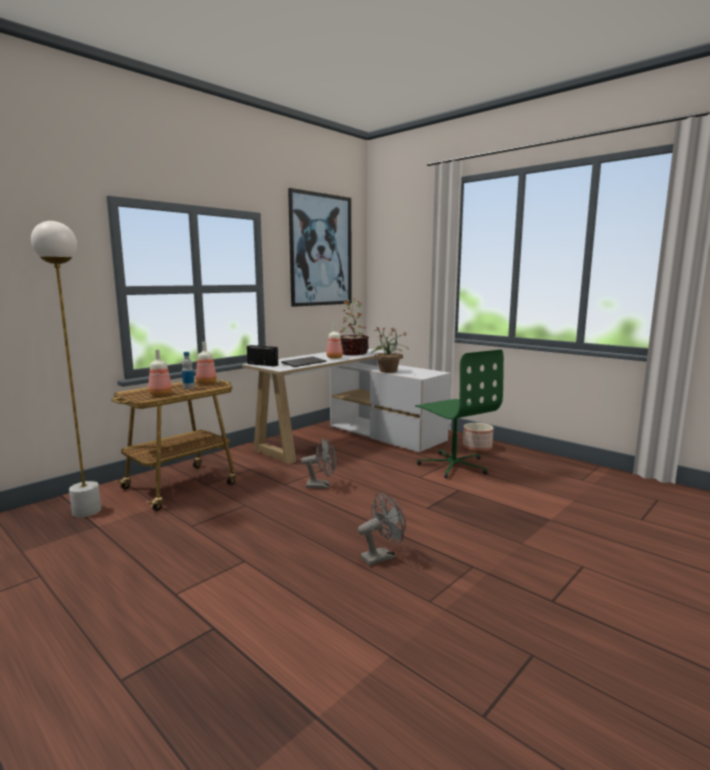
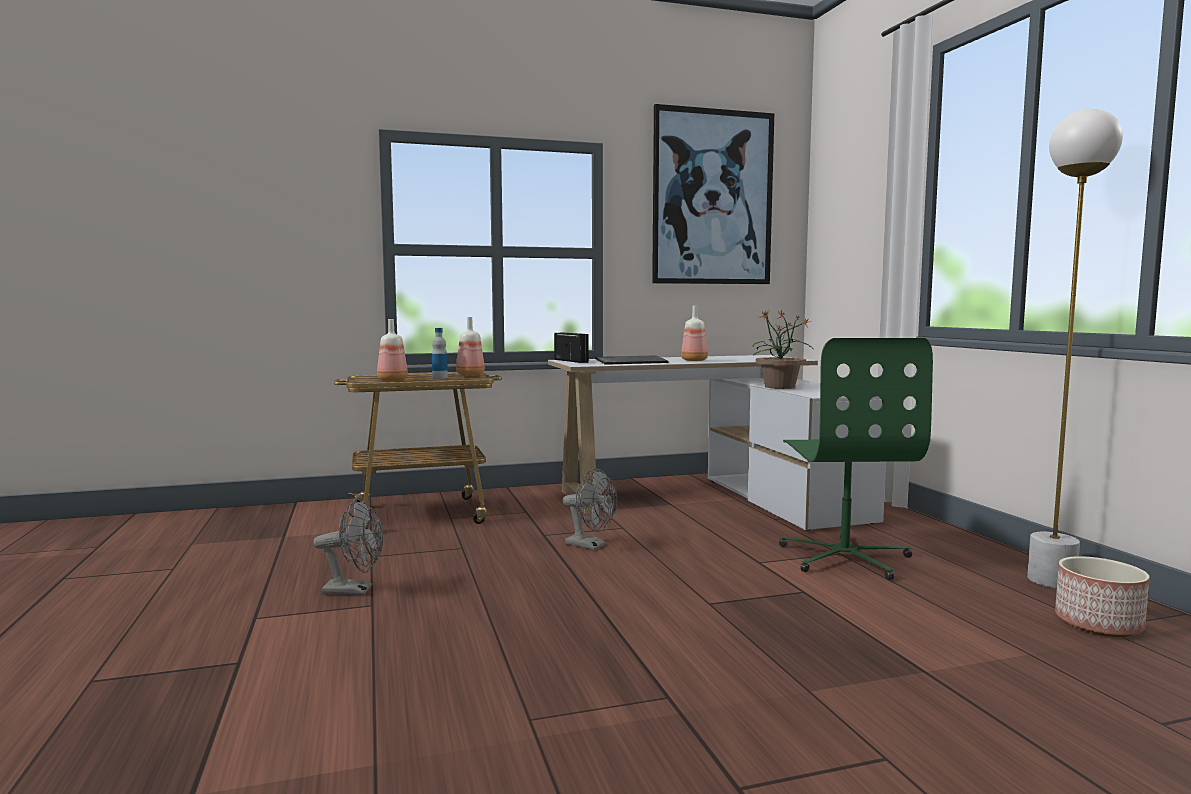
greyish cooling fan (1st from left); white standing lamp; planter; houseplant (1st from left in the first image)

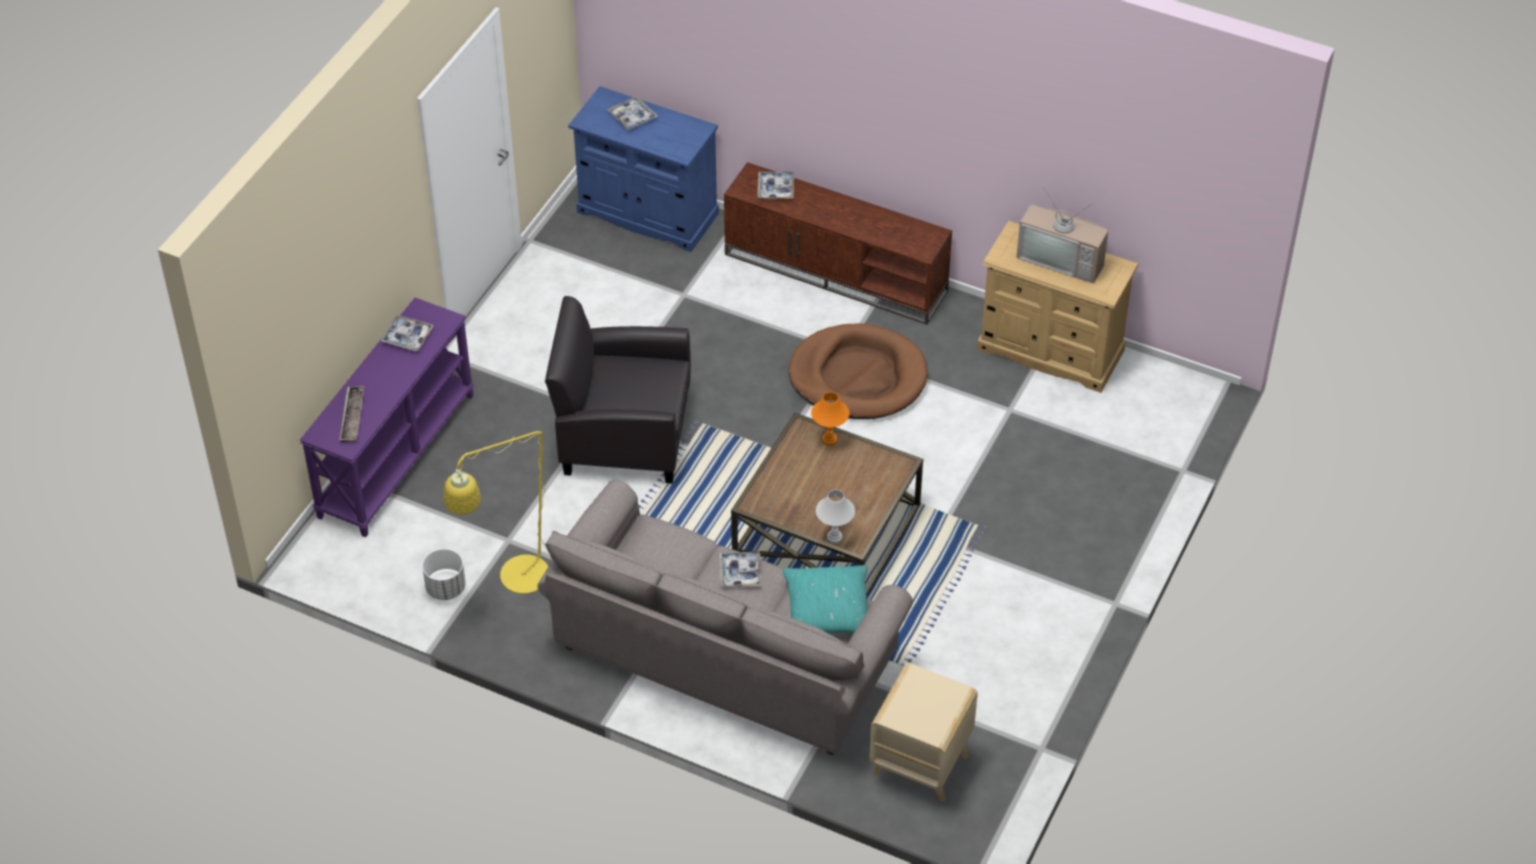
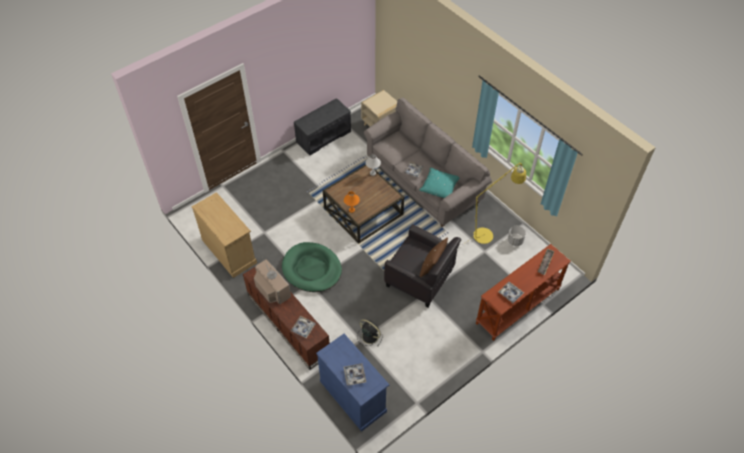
TV; greenish dog bed; greyish bench; black-coloured cooling fan; turquoise throw pillow; brown throw pillow; brown hall table

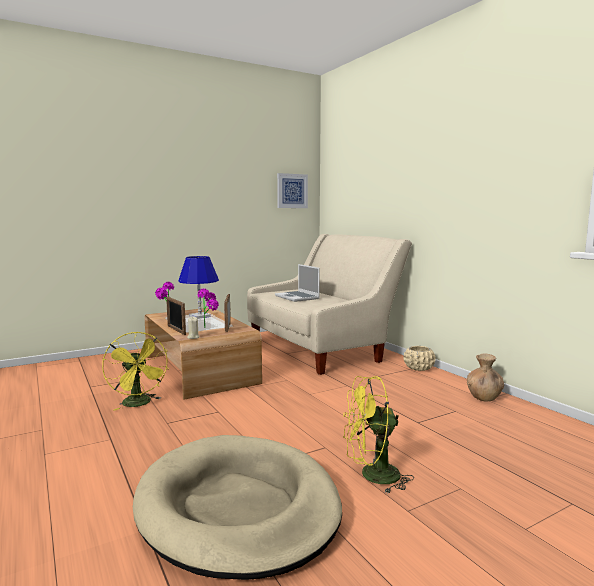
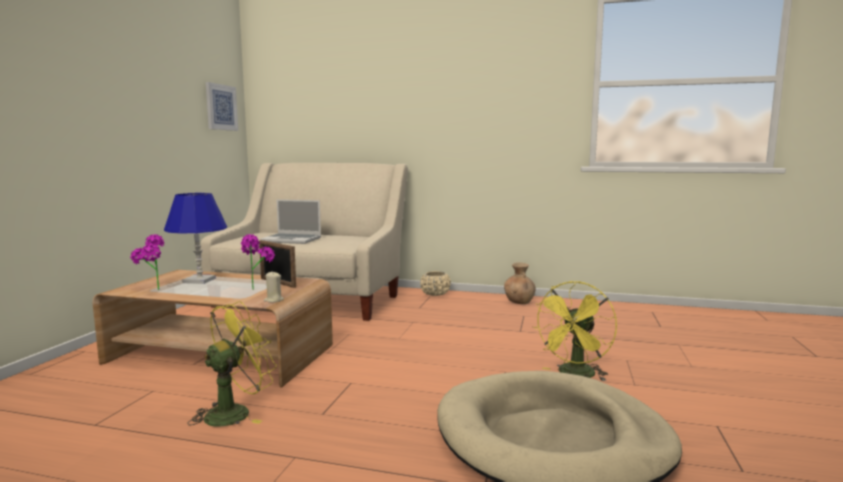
yellow-coloured cooling fan (1st from left); picture frame (1st from left in the first image)

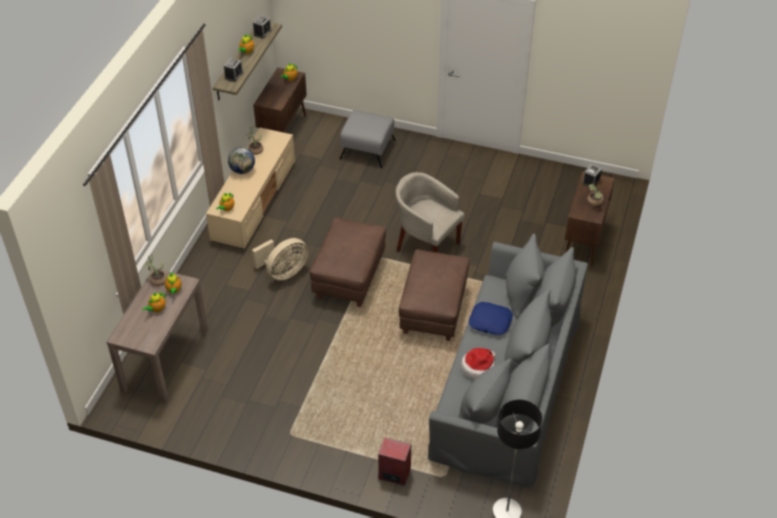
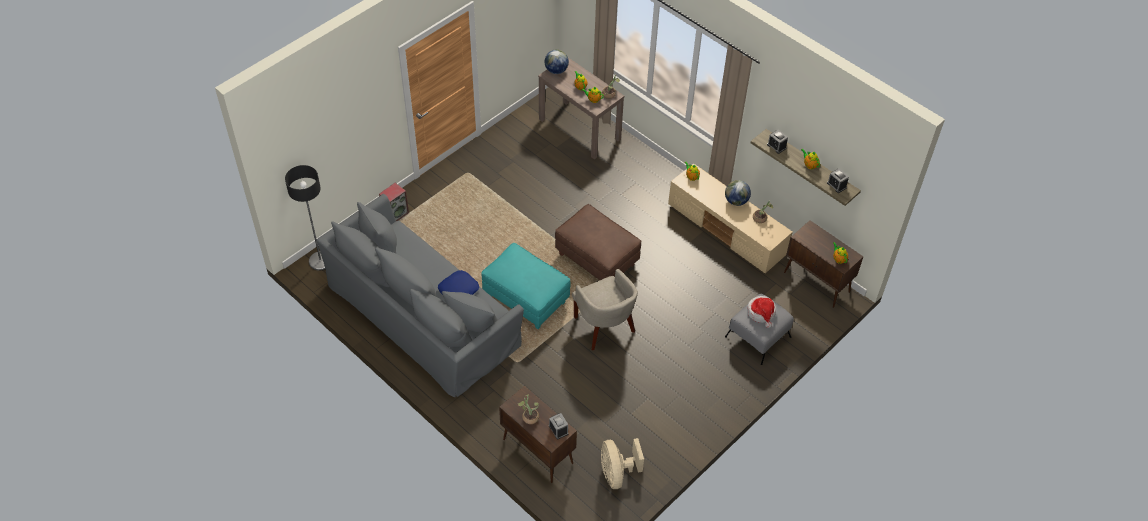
turquoise footrest; desk globe (1st from left); sand-coloured armchair; sand-coloured cooling fan; hat

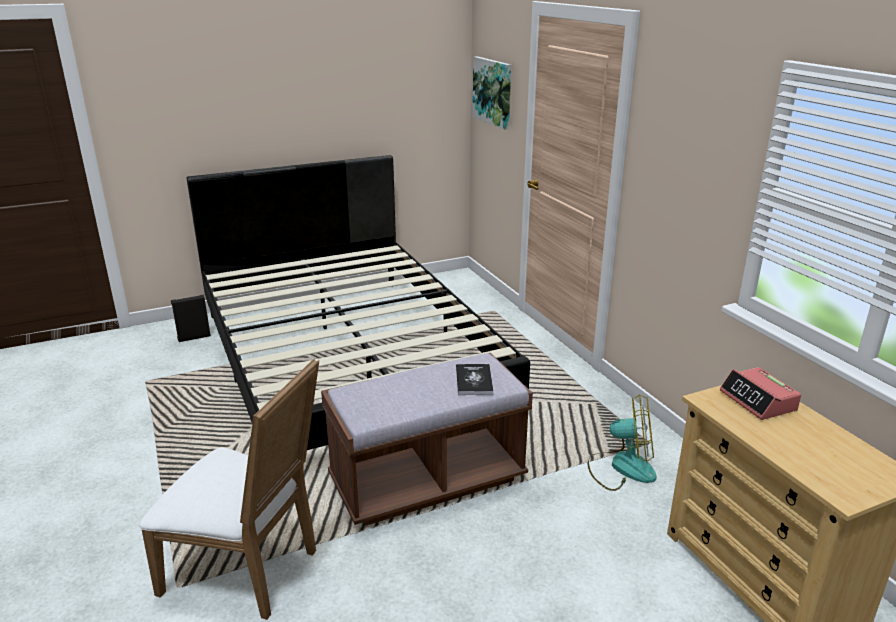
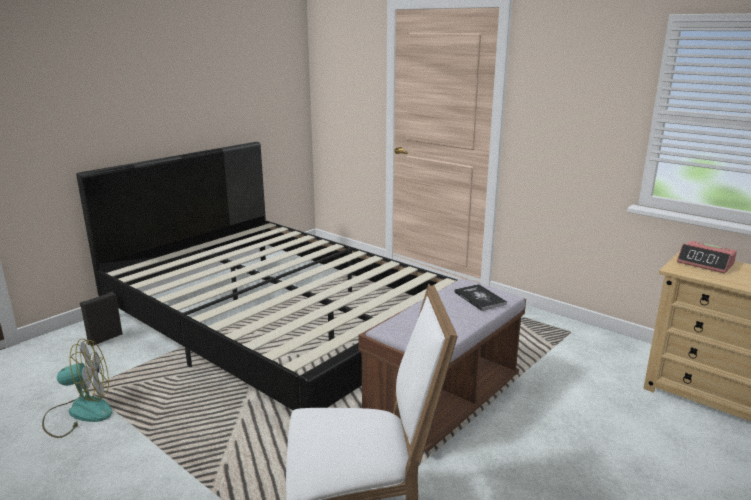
cooling fan; wall art

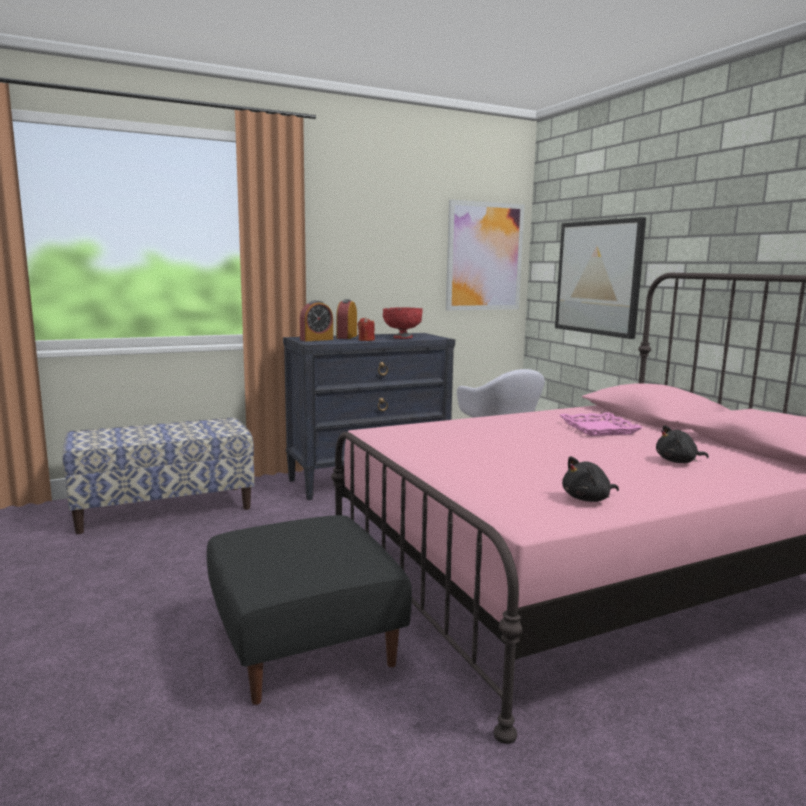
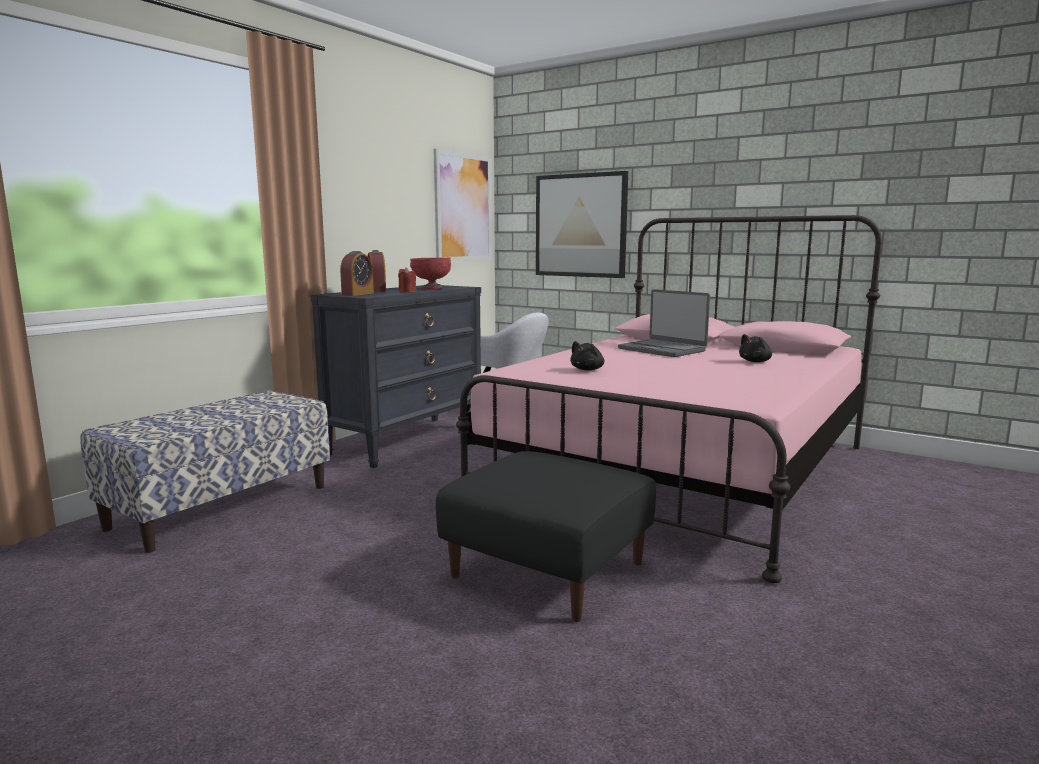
black-coloured cuddly toy (1st from left); notebook computer

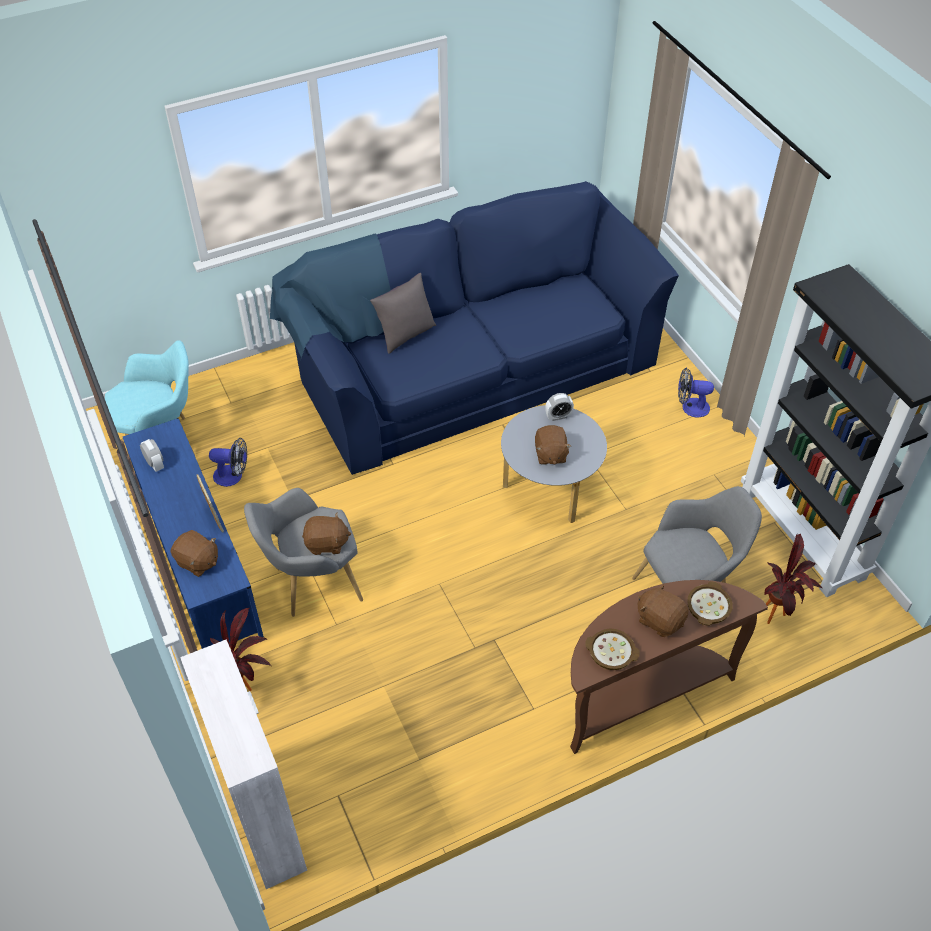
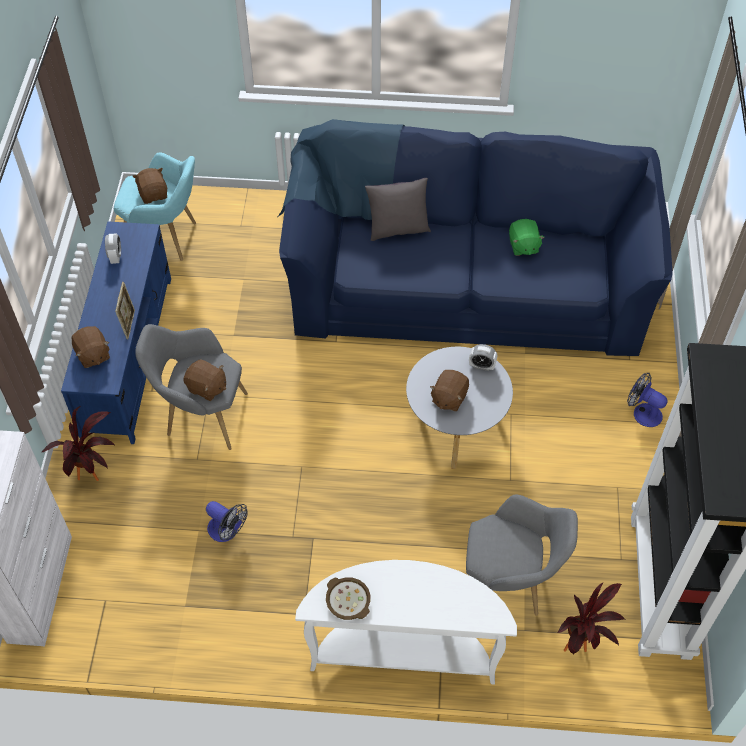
brown cuddly toy (2nd from left); cooling fan (1st from left); white hall table; greenish cuddly toy; bowl (2nd from left in the first image)

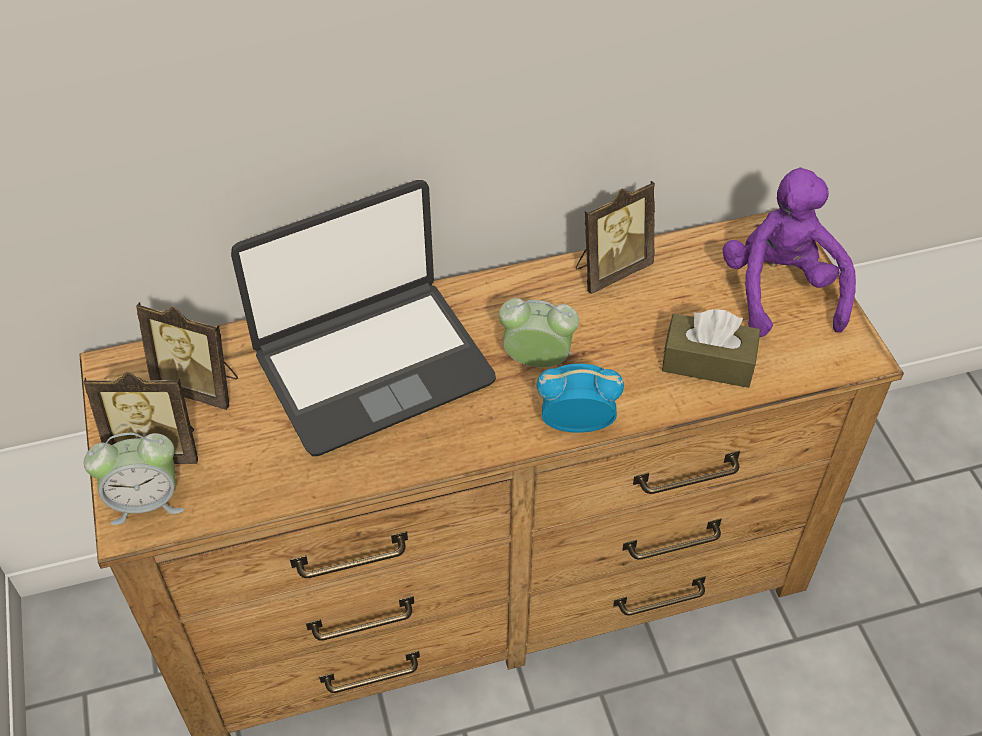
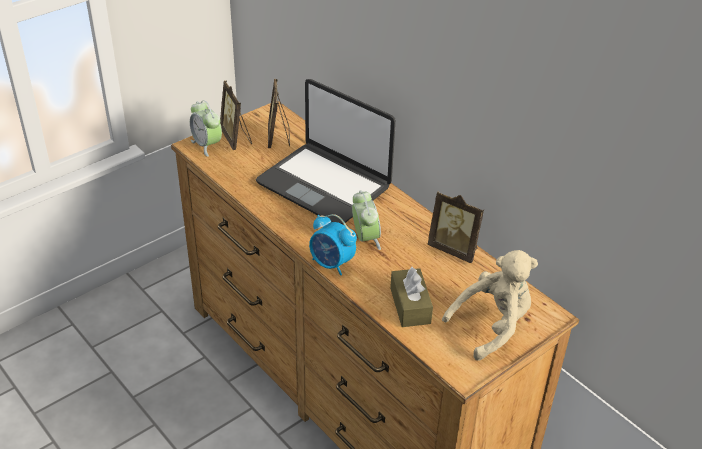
table clock (2nd from left); sand-coloured cuddly toy

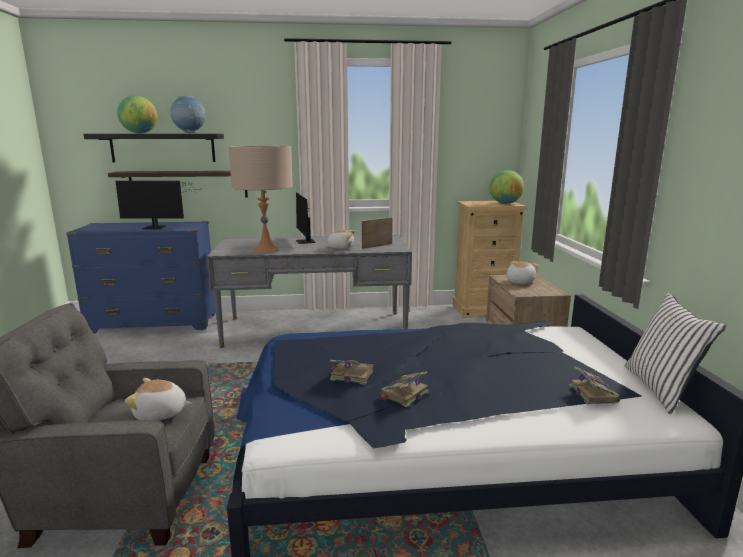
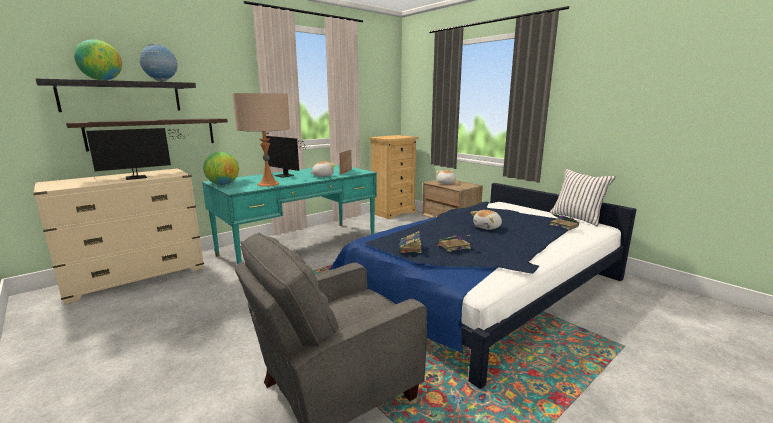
sand-coloured chest of drawers (1st from left); turquoise desk table; desk globe (3rd from left); bound book (1st from left); cuddly toy (3rd from left)

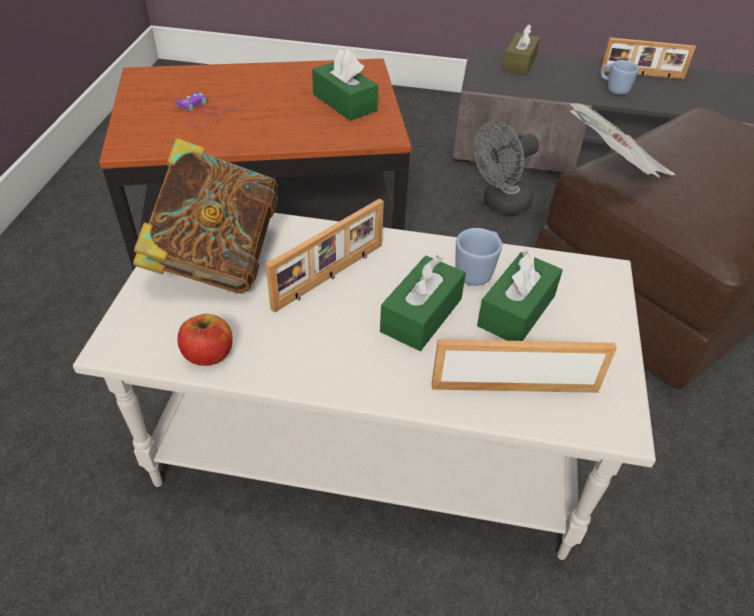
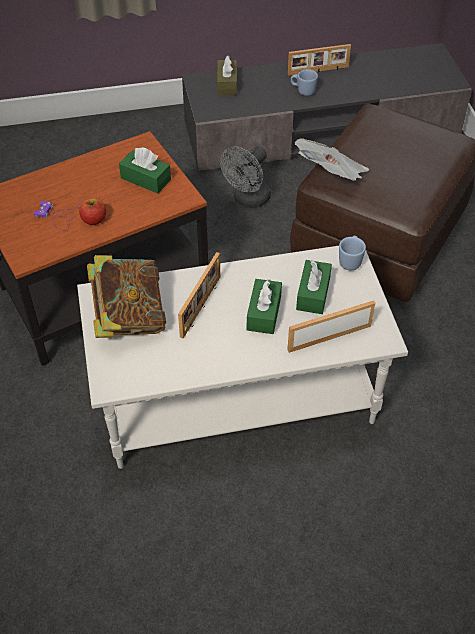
apple; blue-coloured coffee mug (2nd from left)

